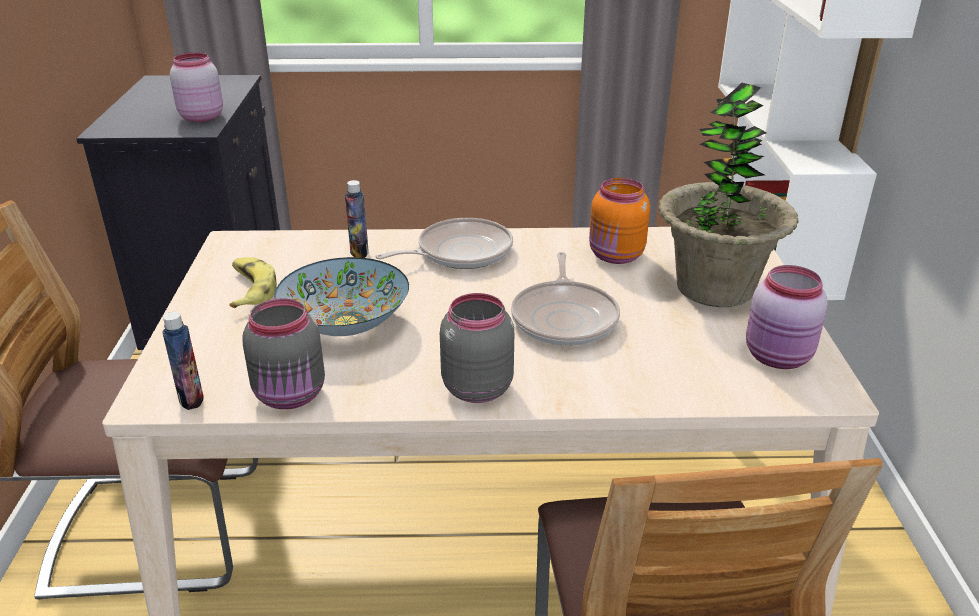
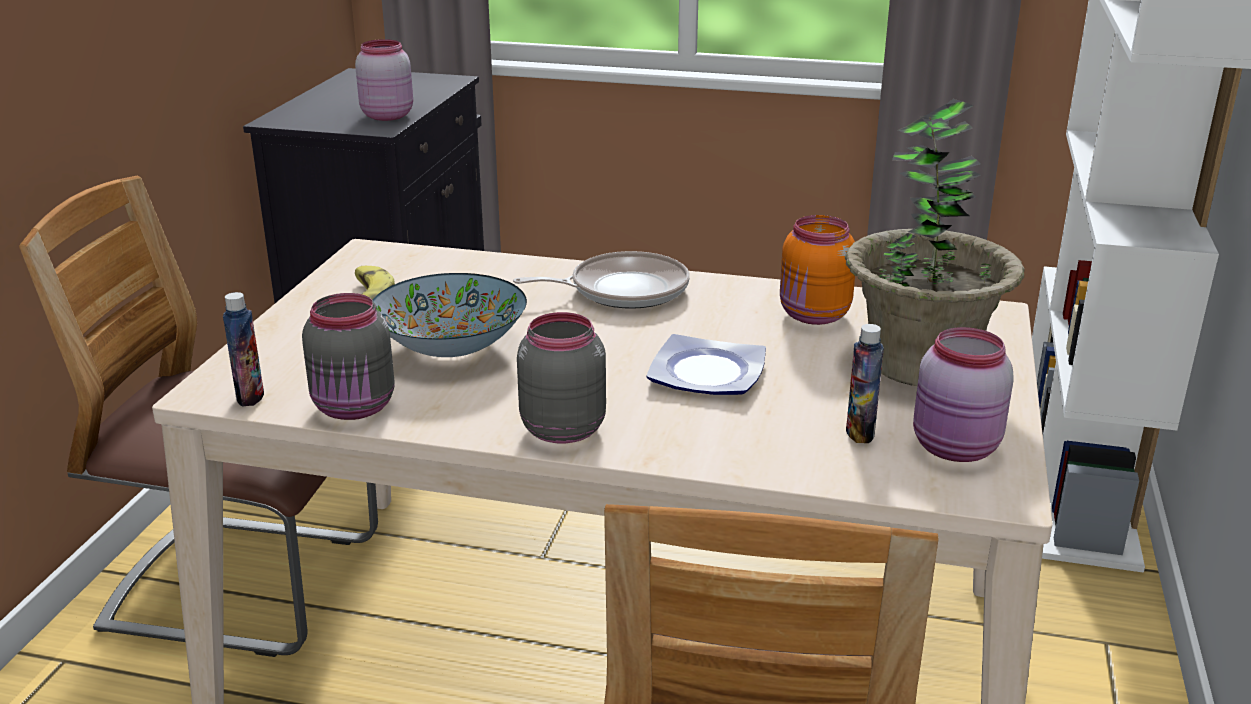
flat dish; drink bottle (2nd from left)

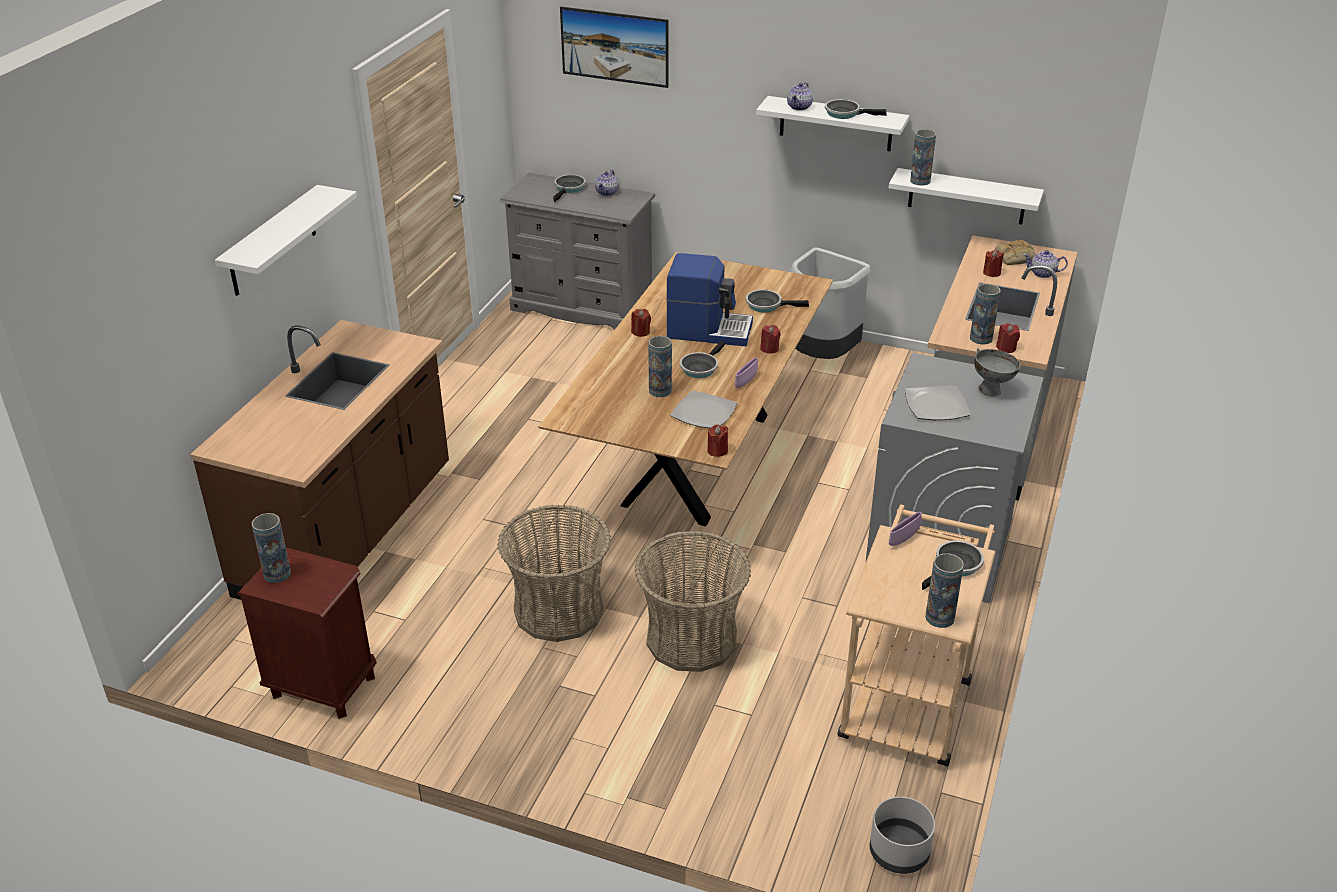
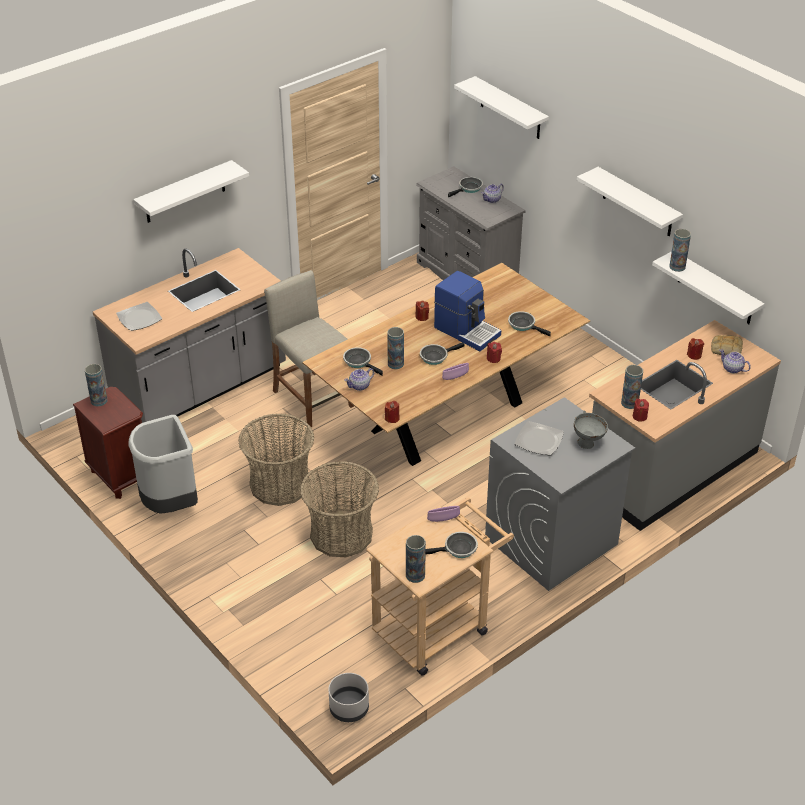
greyish counter (1st from left); flat dish (1st from left); greyish trash can; sand-coloured stool; frying pan (1st from left); tea pot (1st from left); white shelf (2nd from left)

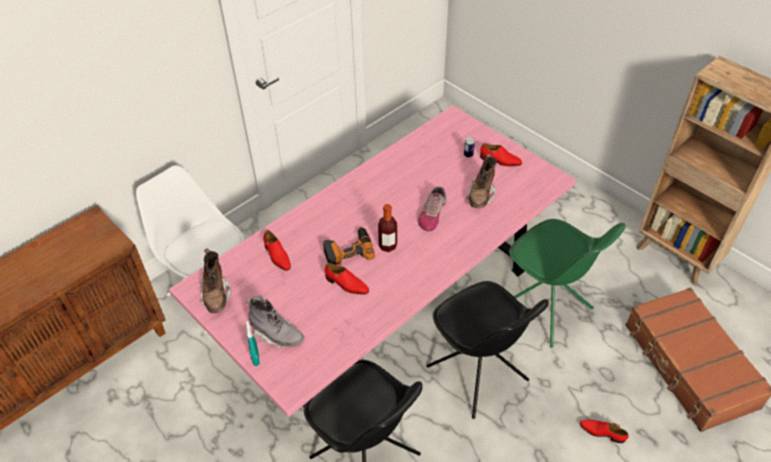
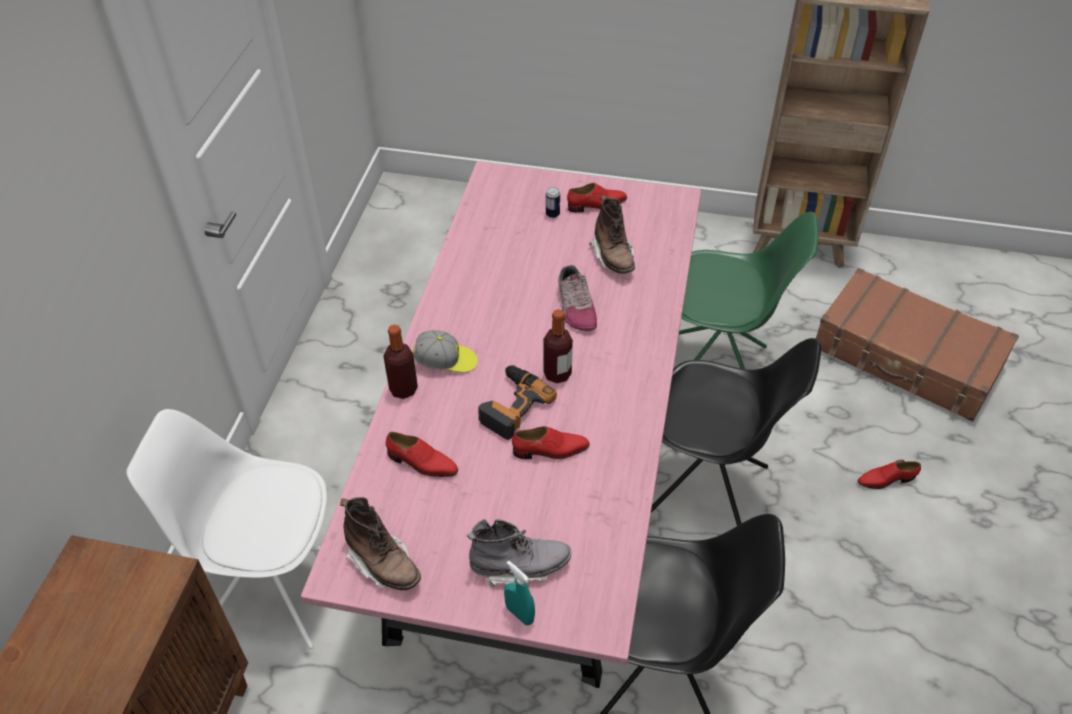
drink bottle (1st from left); peaked cap

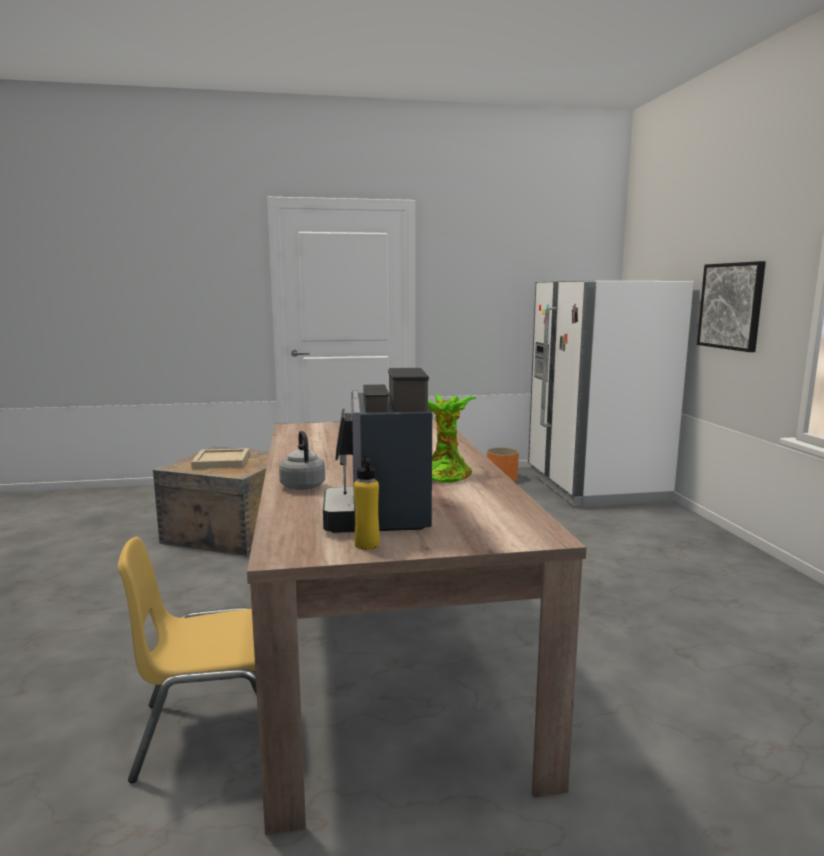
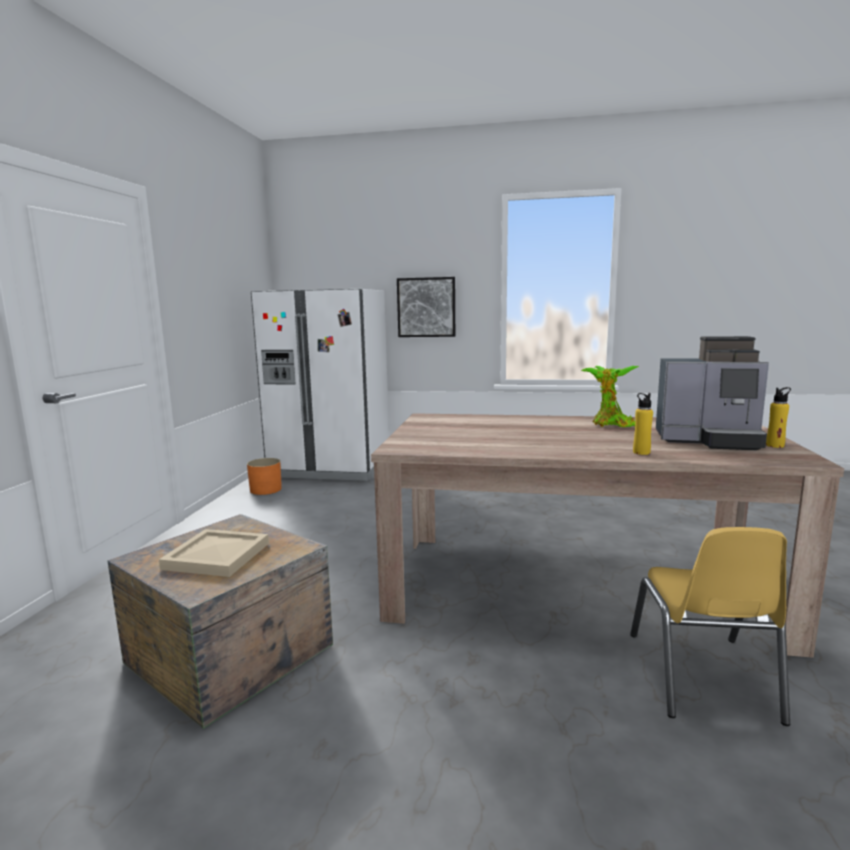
yellow-coloured drink bottle (1st from left)

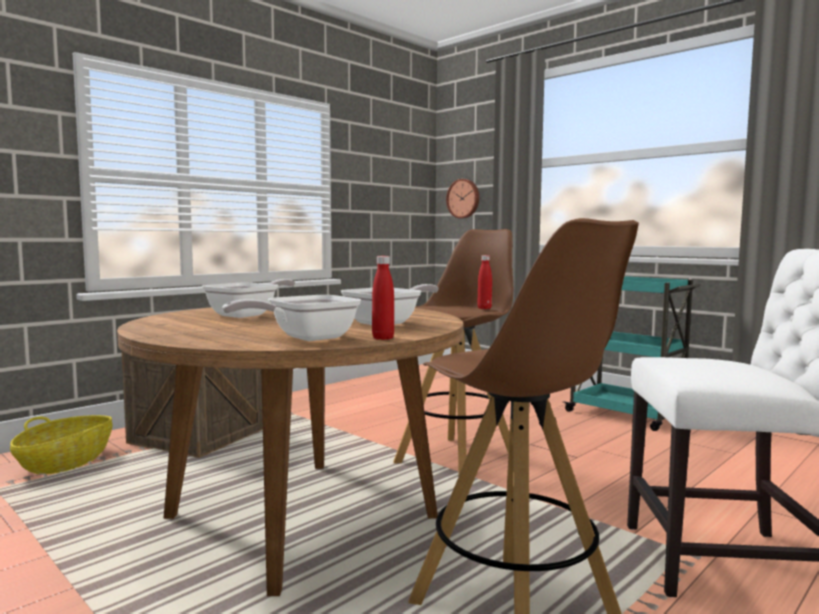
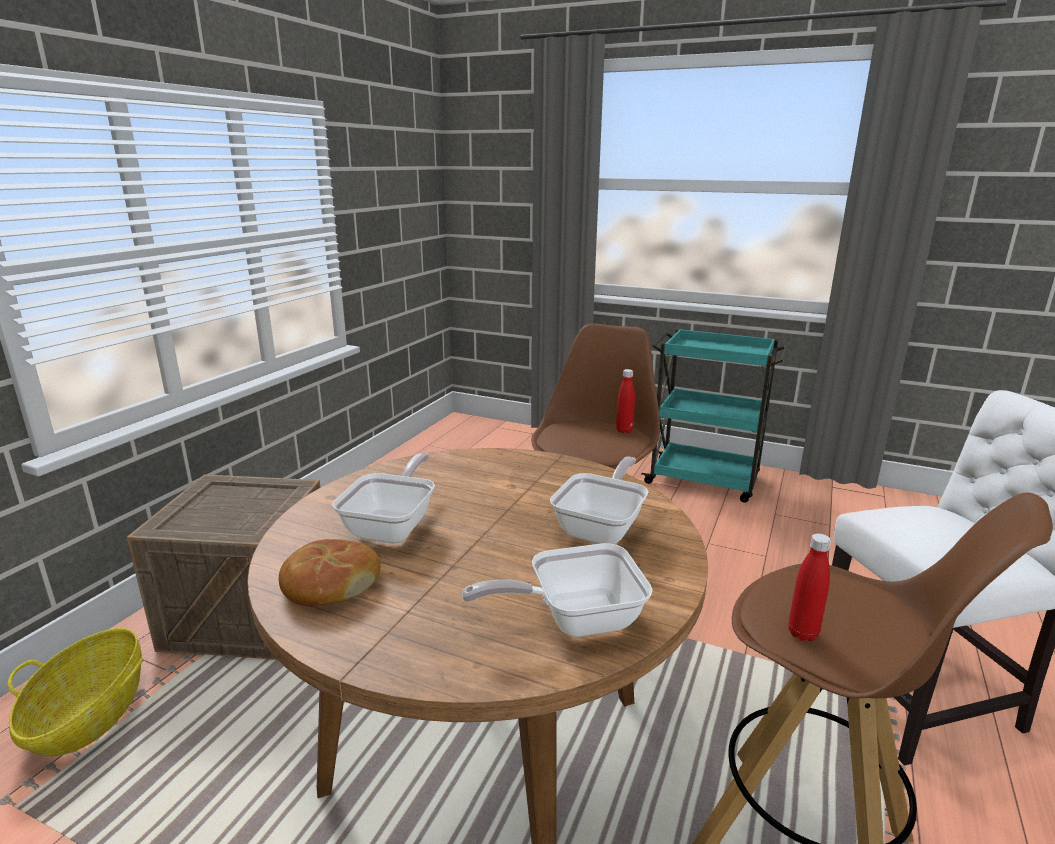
bakery bread; frying pan (2nd from left); red-coloured drink bottle (2nd from left); hanging clock

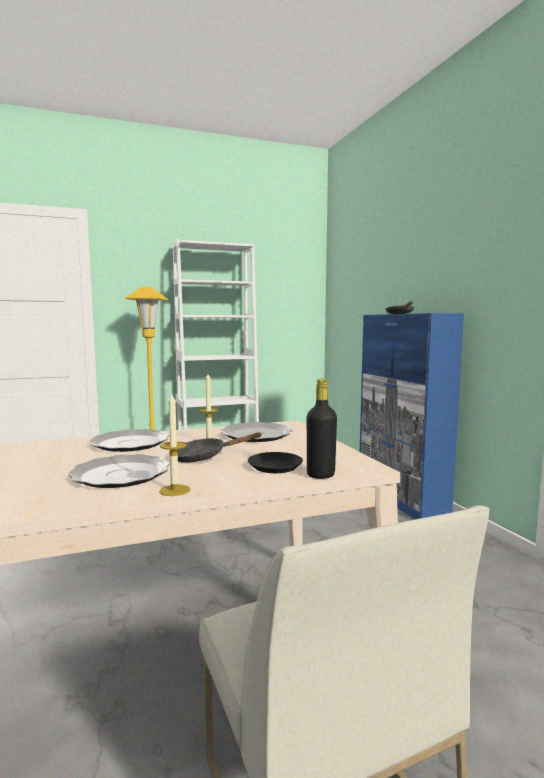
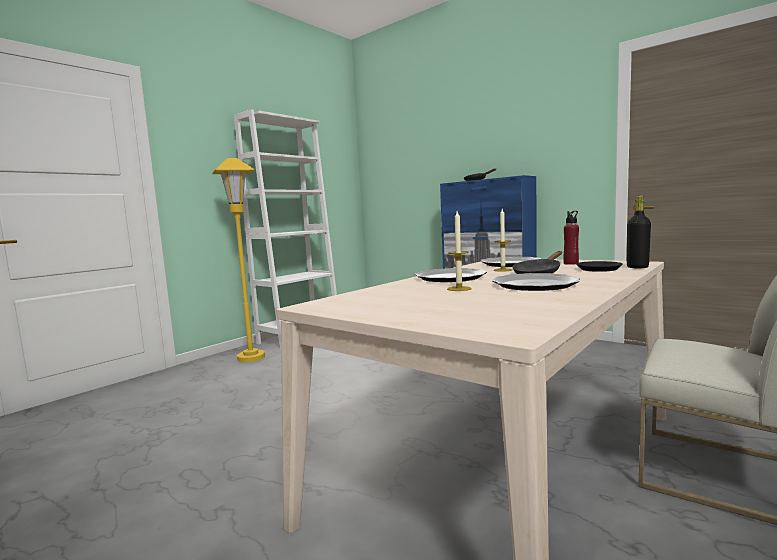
wax light (1st from left); red-coloured drink bottle

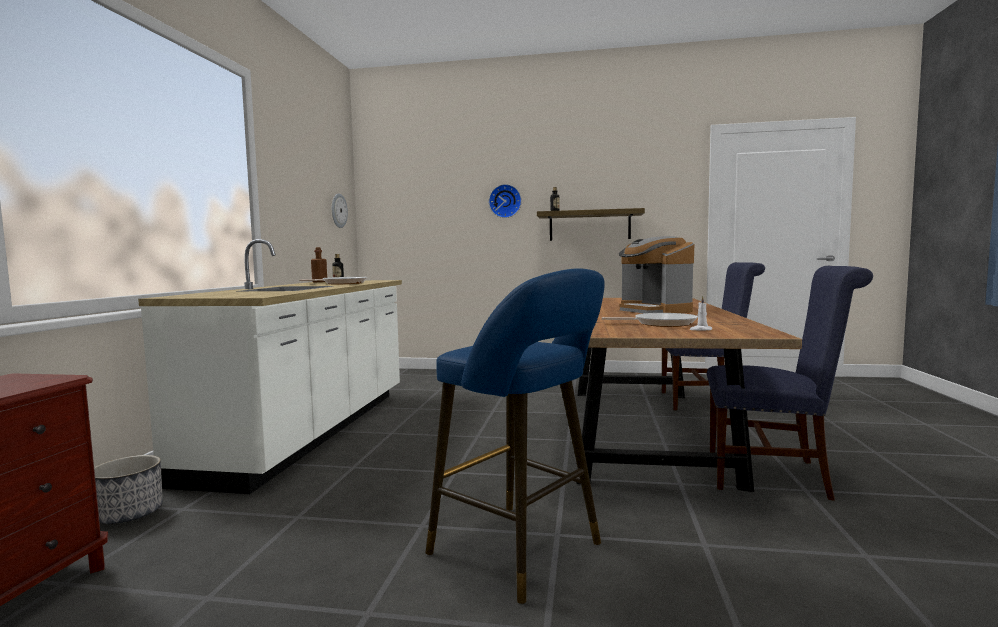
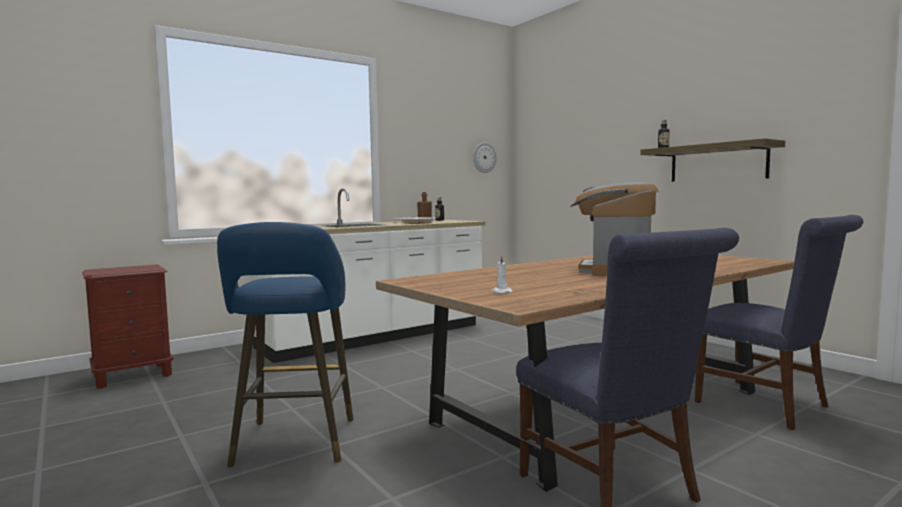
planter; hanging clock (2nd from left in the first image); frying pan (2nd from left in the first image)

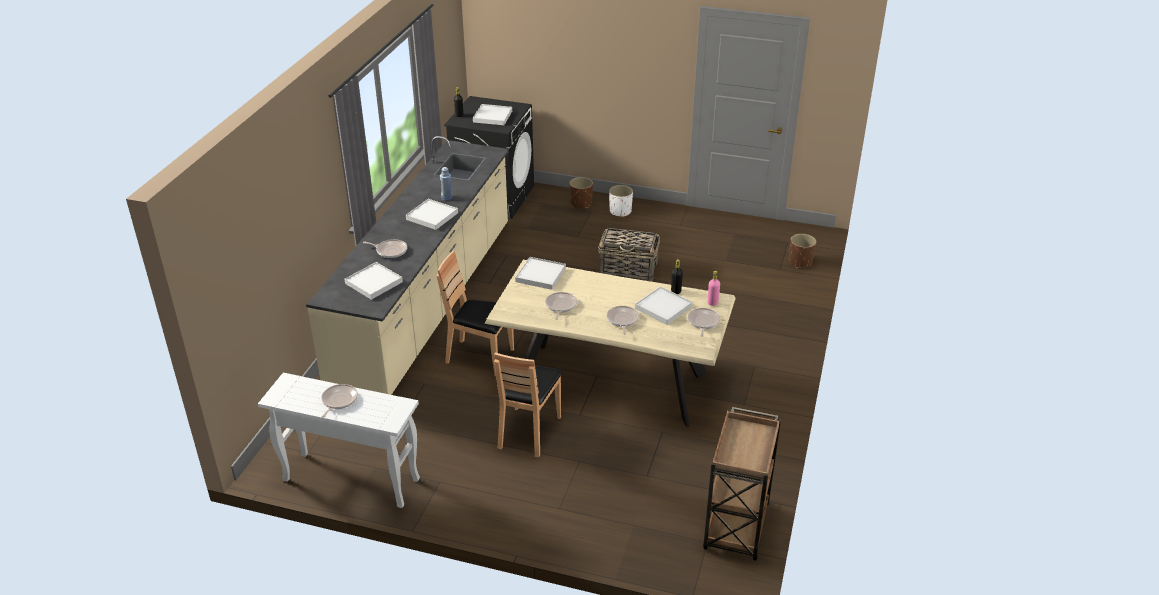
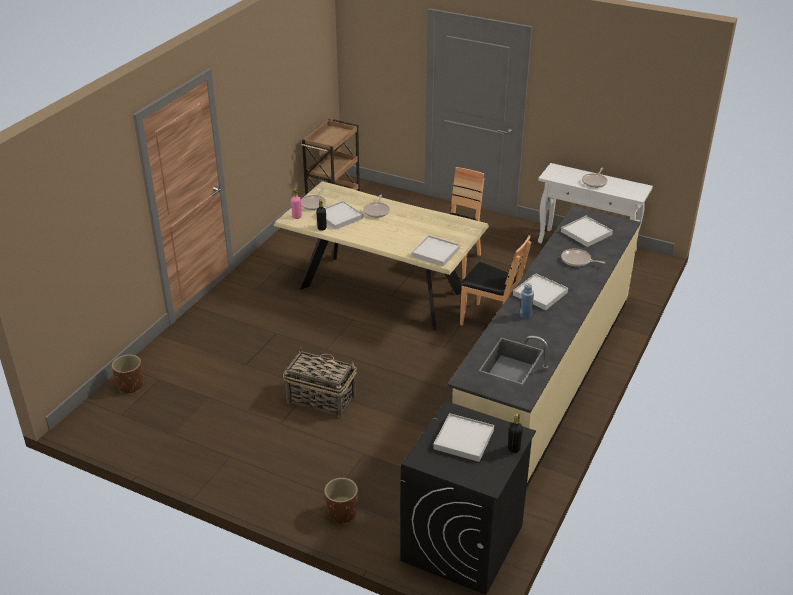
frying pan (3rd from left in the first image); white planter

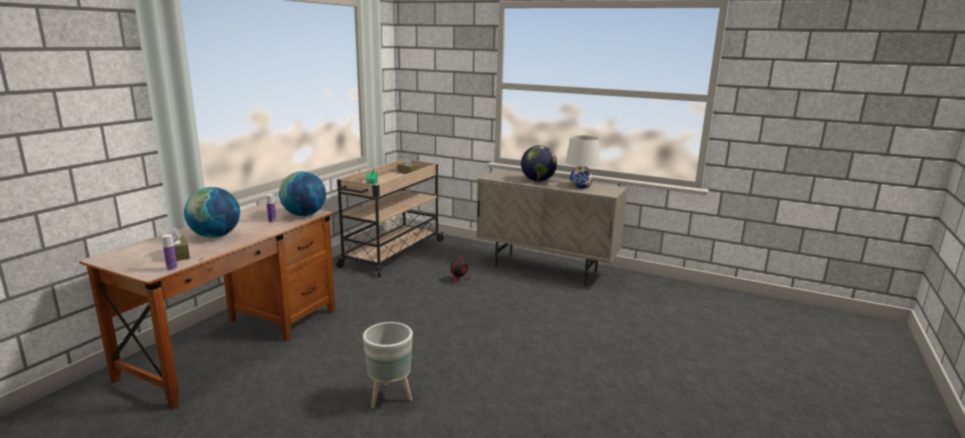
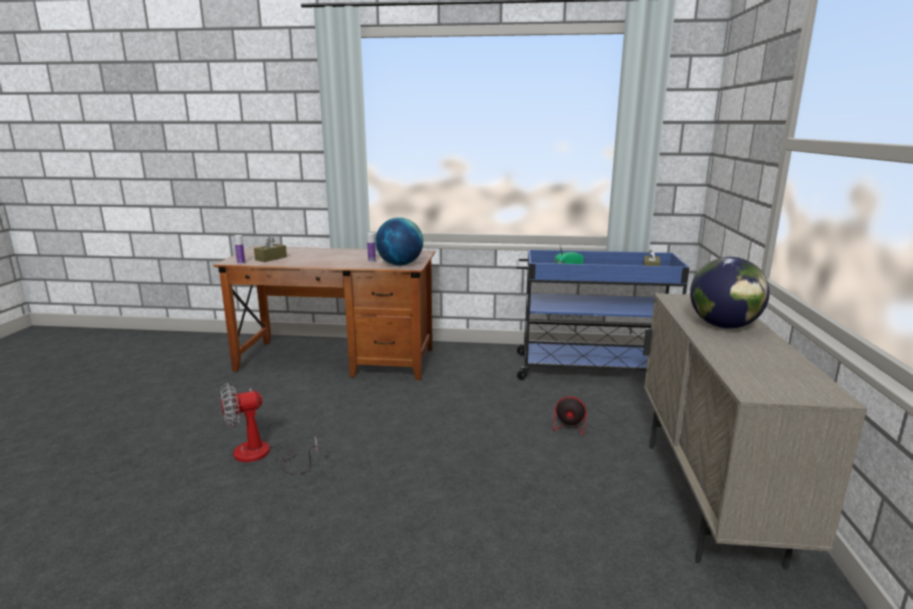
cooling fan (1st from left); blue-coloured trolley; desk globe (1st from left in the first image); white lamp for a table

